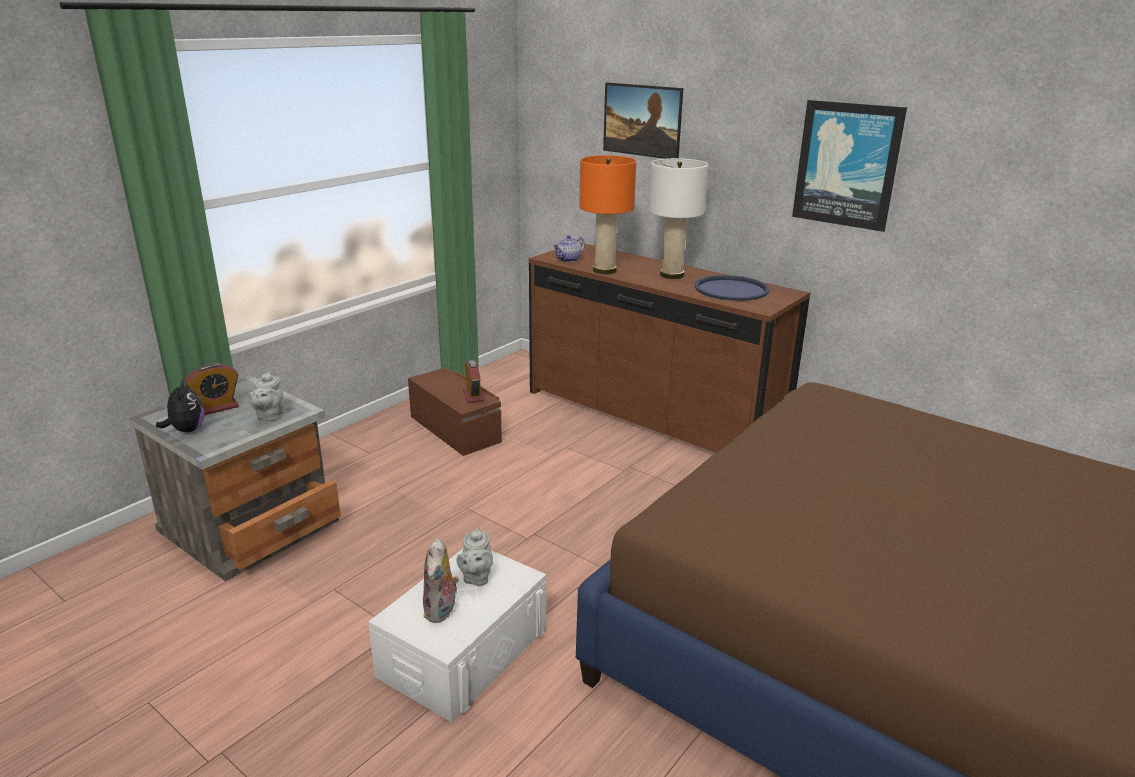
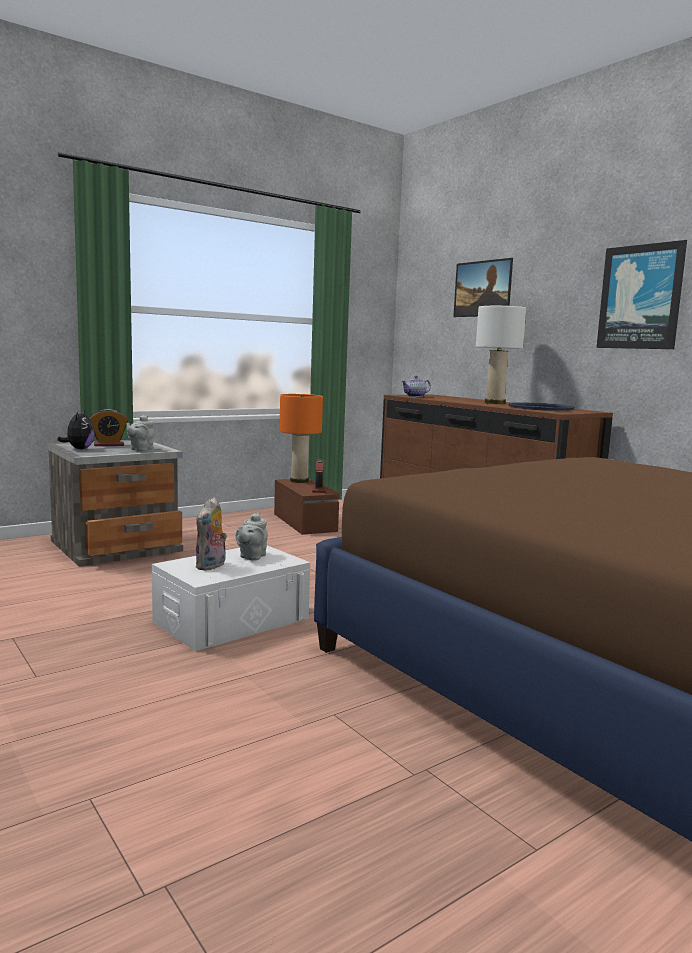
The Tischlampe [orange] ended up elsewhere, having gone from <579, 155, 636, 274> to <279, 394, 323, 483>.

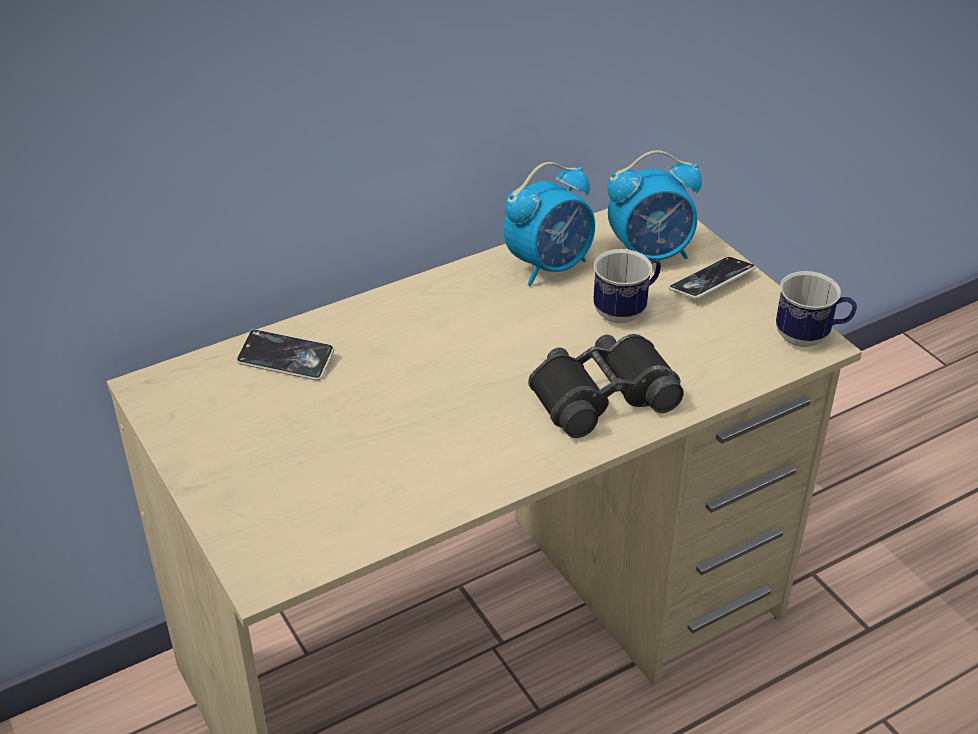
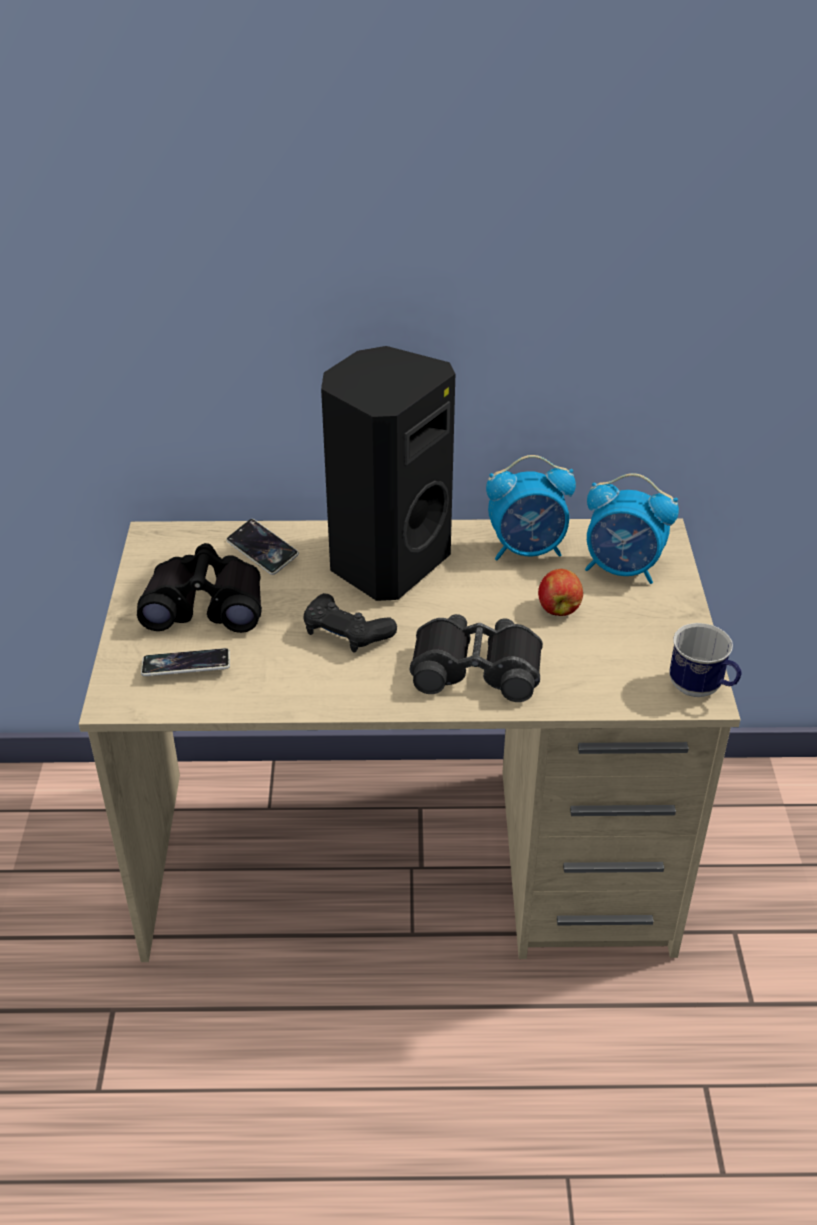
The second view gained the Fernglas [schwarz] at <137, 543, 262, 633>.
The Handy ended up elsewhere, having gone from <669, 257, 756, 299> to <141, 648, 230, 676>.
The second view gained the Gamepad [schwarz] at <303, 593, 397, 653>.
The second view gained the Lautsprecher [schwarz] at <321, 346, 455, 601>.
Where the Henkelbecher stood at <593, 249, 661, 324>, the Apfel came to stand at <538, 569, 583, 616>.

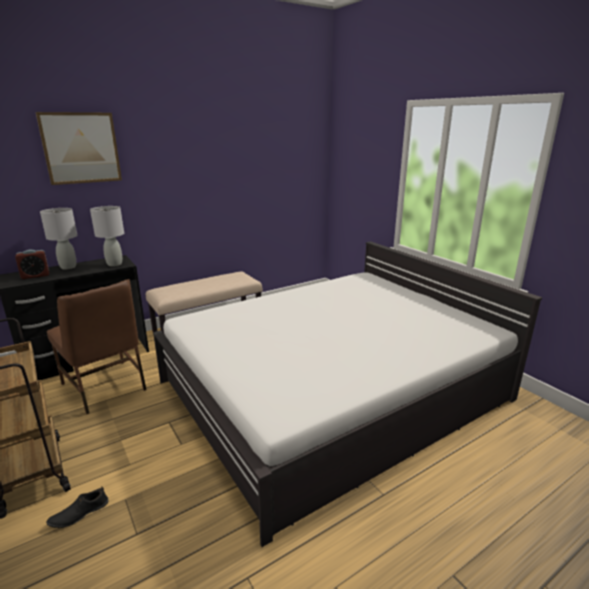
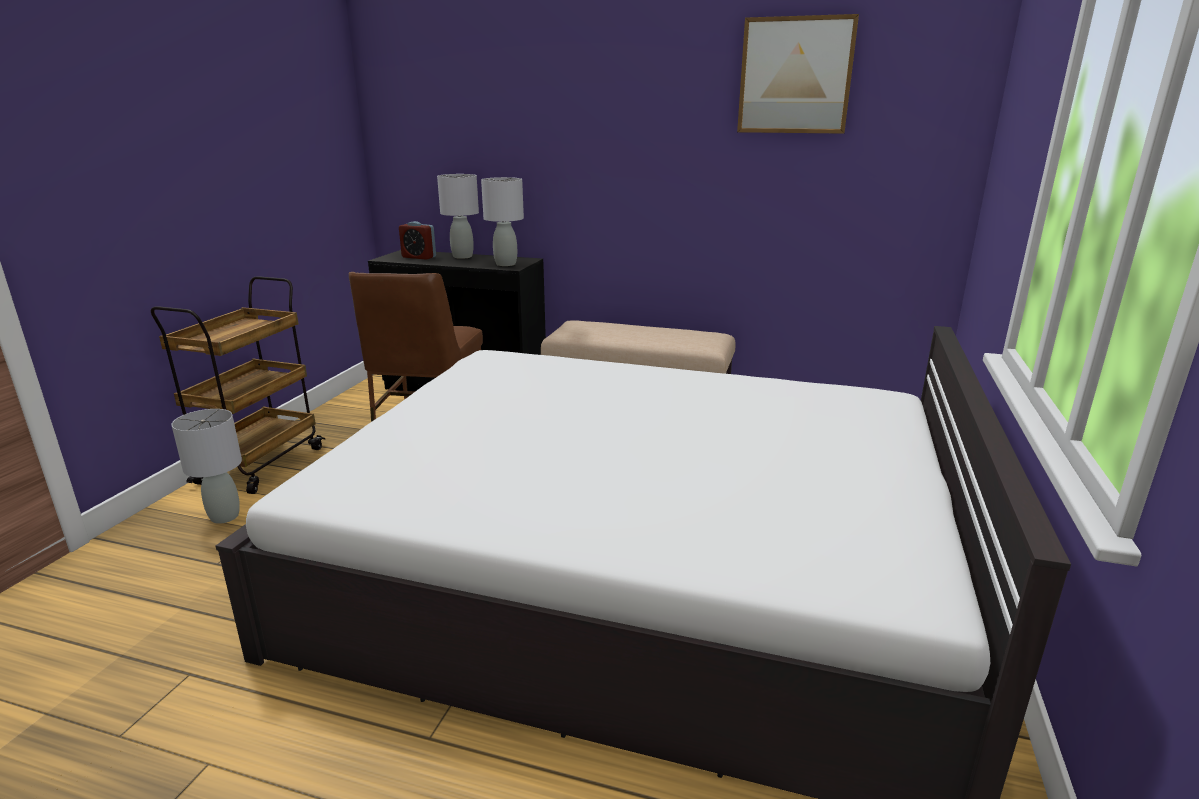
Where the Schuh [schwarz] stood at <46, 486, 109, 528>, the Tischlampe [grau] came to stand at <171, 409, 242, 524>.
The Bild ended up elsewhere, having gone from <36, 112, 122, 185> to <737, 14, 859, 134>.

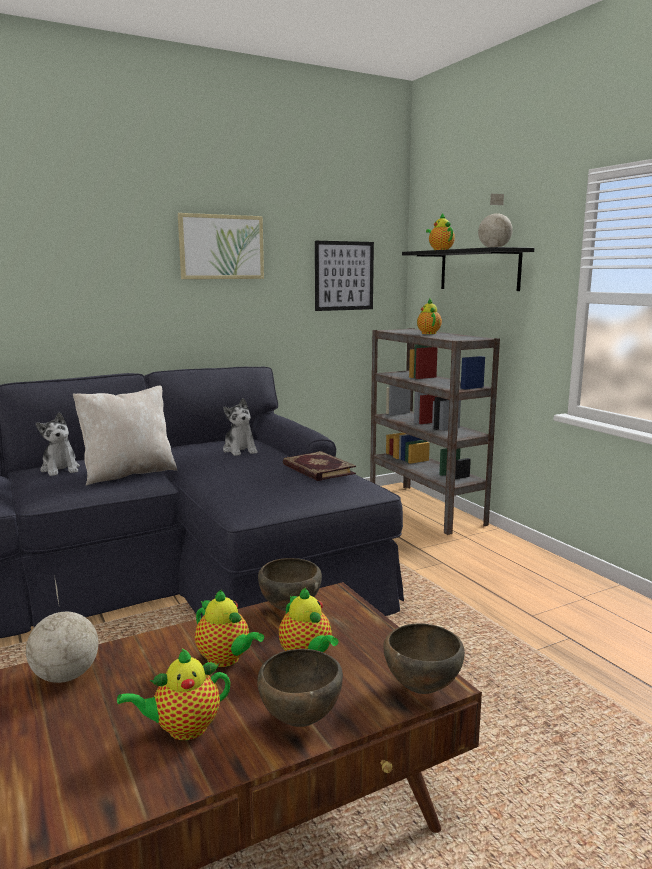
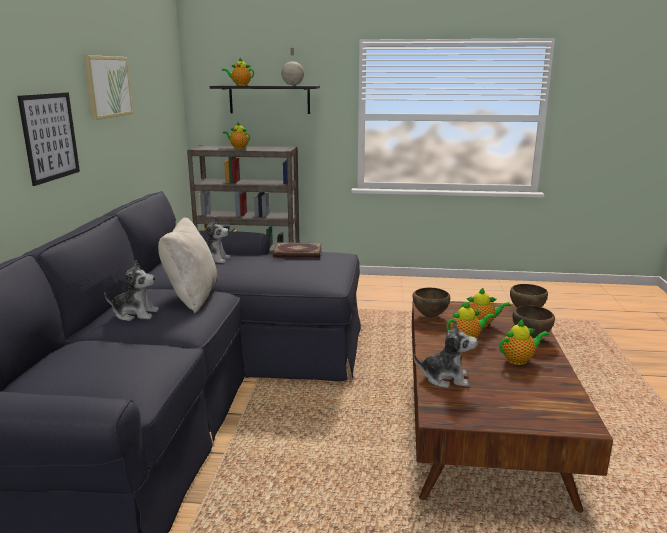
The Bild ended up elsewhere, having gone from <315, 241, 374, 311> to <18, 92, 80, 186>.
Where the Globus stood at <26, 580, 98, 683>, the Plüschtier came to stand at <414, 320, 477, 388>.
The Teekanne at <117, 648, 230, 740> ended up facing another way, 120 degrees counterclockwise from before.

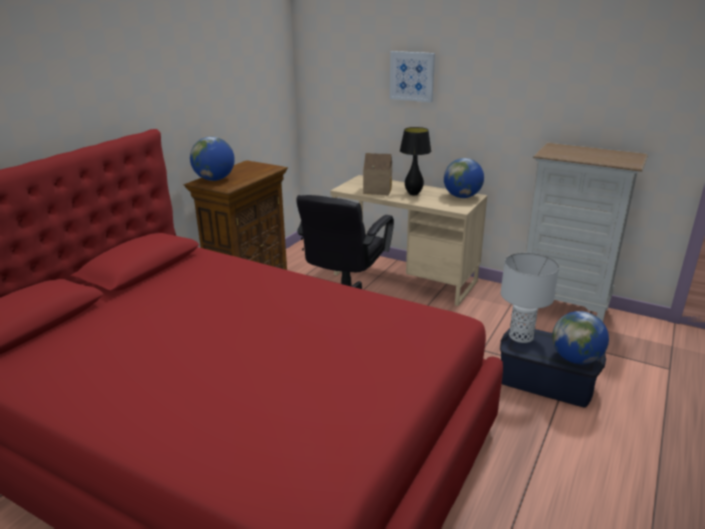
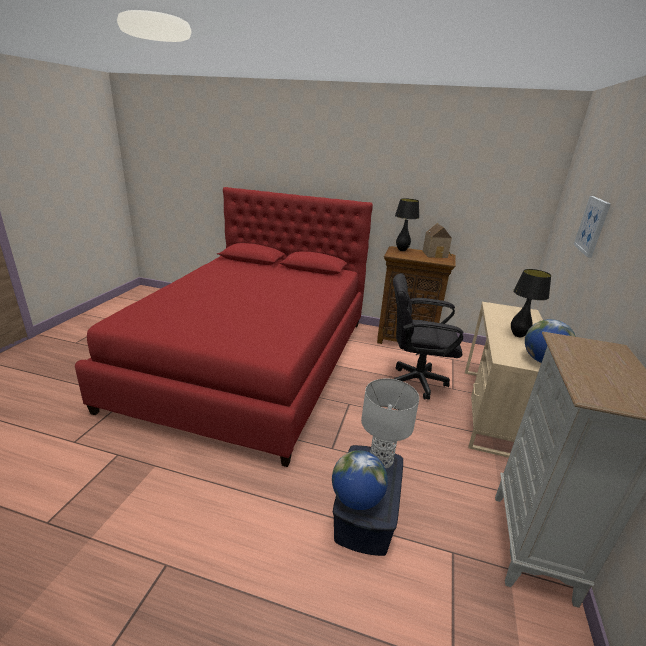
Where the Globus stood at <190, 137, 235, 181>, the Tischlampe [schwarz] came to stand at <395, 198, 419, 251>.
The Spielzeughaus ended up elsewhere, having gone from <363, 153, 392, 195> to <423, 223, 452, 258>.

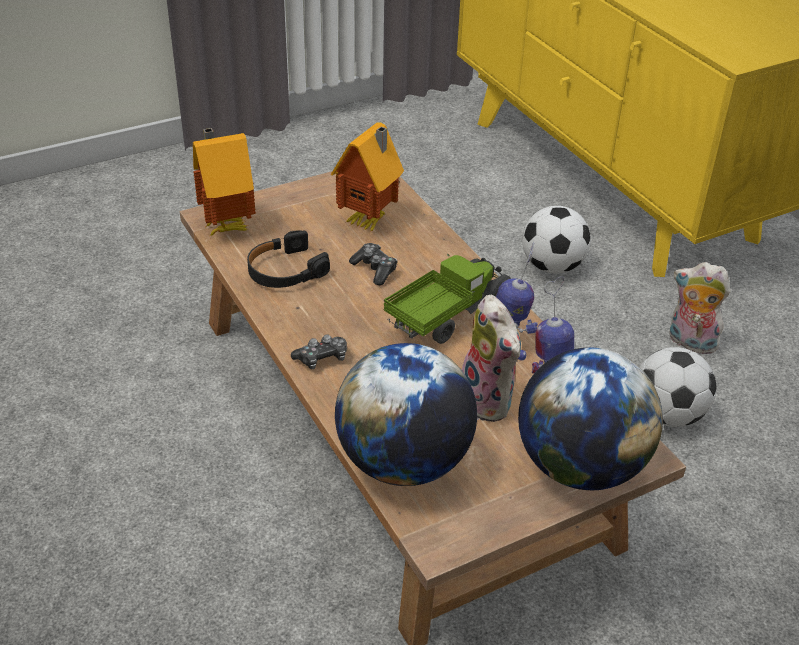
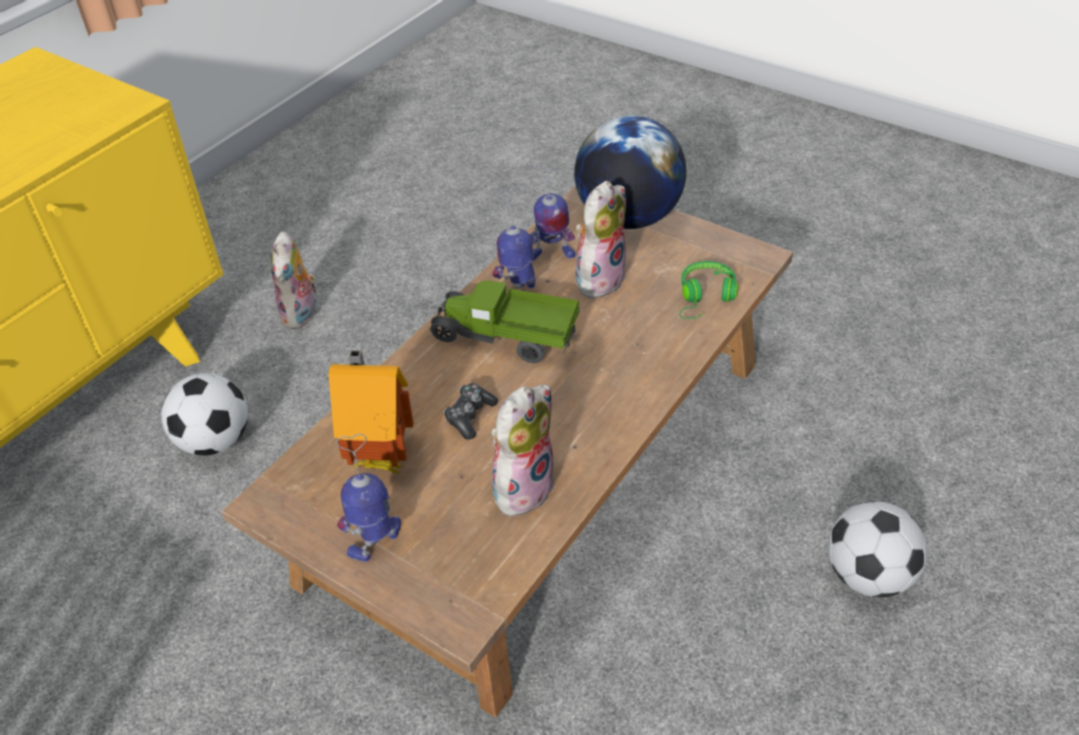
The second view gained the Spielzeugroboter at <336, 434, 401, 562>.
Where the Kopfhörer [schwarz] stood at <247, 230, 330, 288>, the Plüschtier came to stand at <491, 385, 555, 522>.
Where the Globus stood at <335, 343, 477, 486>, the Kopfhörer [grün] came to stand at <679, 261, 738, 319>.
The Fußball ended up elsewhere, having gone from <640, 347, 716, 427> to <828, 501, 927, 597>.
The second view lost the Spielzeughaus at <193, 128, 256, 235>.
The second view lost the Gamepad at <291, 334, 347, 369>.

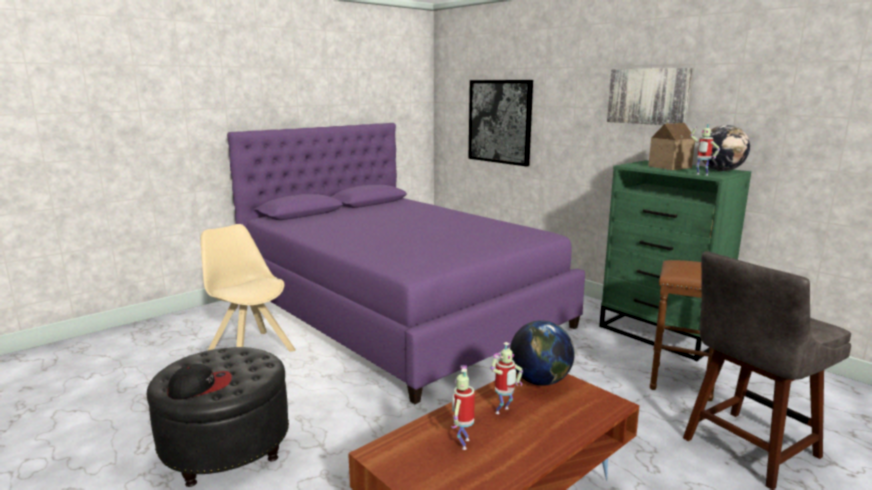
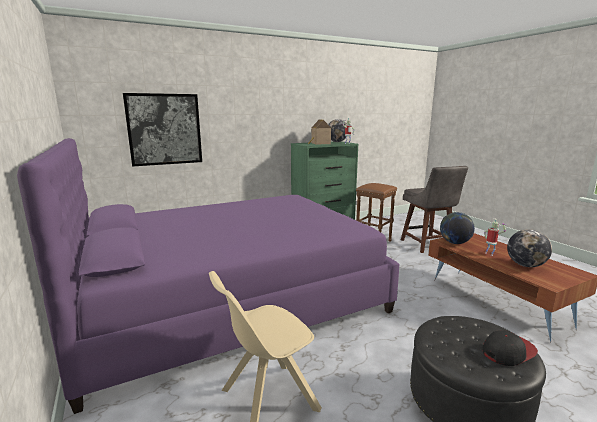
The Kappe at <167, 364, 232, 400> ended up facing another way, 75 degrees clockwise from before.
Where the Spielzeugroboter stood at <451, 365, 475, 450>, the Globus came to stand at <507, 229, 552, 267>.
The second view lost the Bild at <607, 68, 693, 125>.

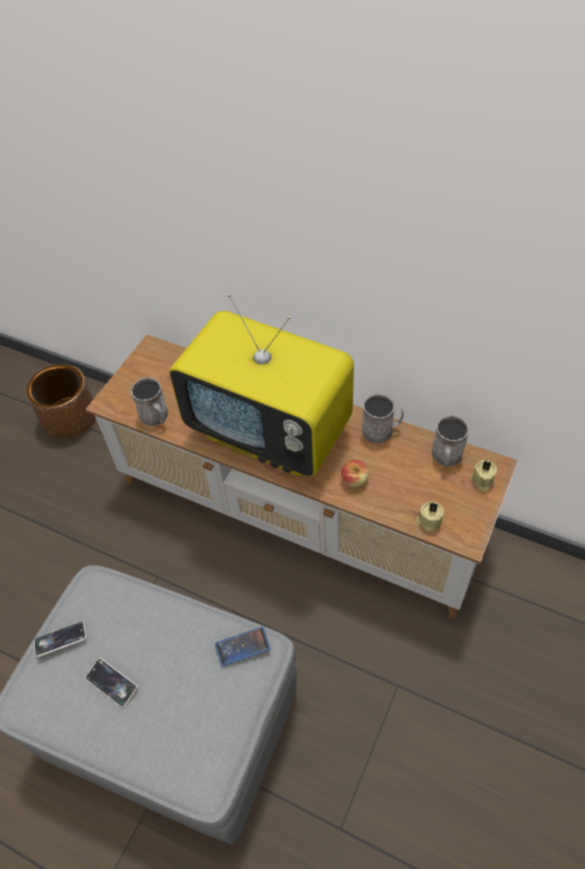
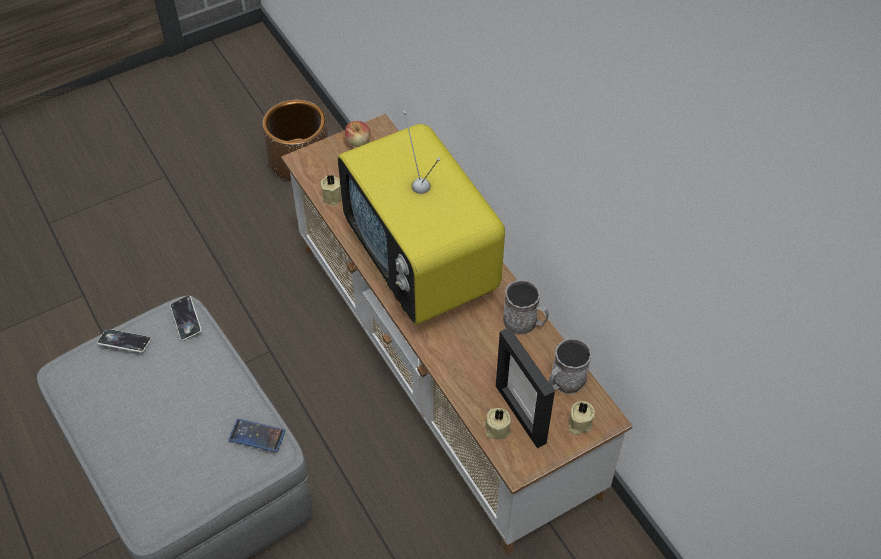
The Handy ended up elsewhere, having gone from <86, 658, 137, 708> to <170, 295, 202, 341>.
Where the Henkelbecher [grau] stood at <131, 378, 168, 426>, the Kerze [beige] came to stand at <321, 175, 342, 205>.
The Apfel ended up elsewhere, having gone from <341, 460, 369, 488> to <345, 121, 371, 147>.
The second view gained the Bilderrahmen at <496, 327, 555, 448>.

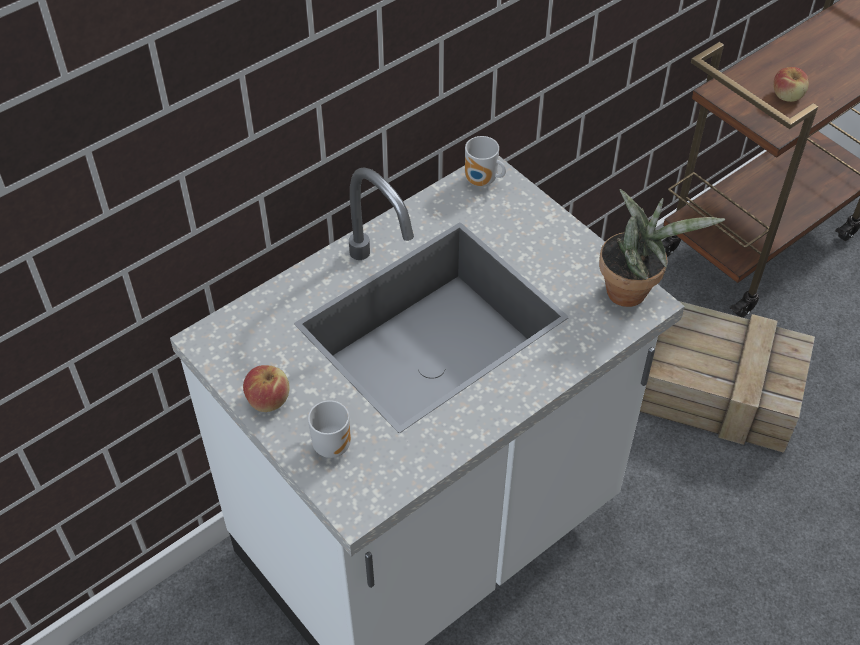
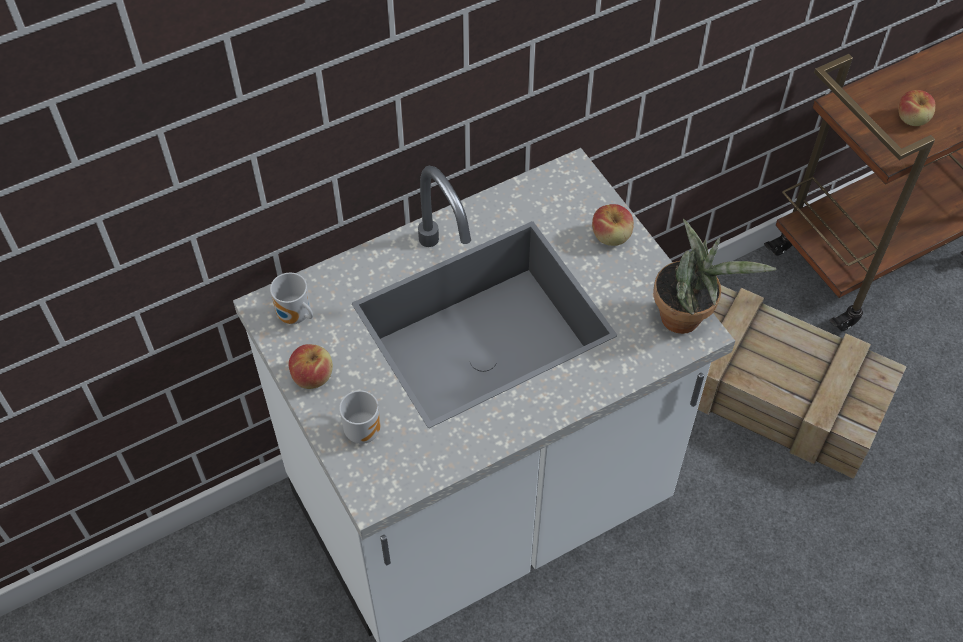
The Henkelbecher ended up elsewhere, having gone from <465, 136, 506, 186> to <270, 273, 313, 324>.
The second view gained the Apfel at <592, 204, 634, 246>.

